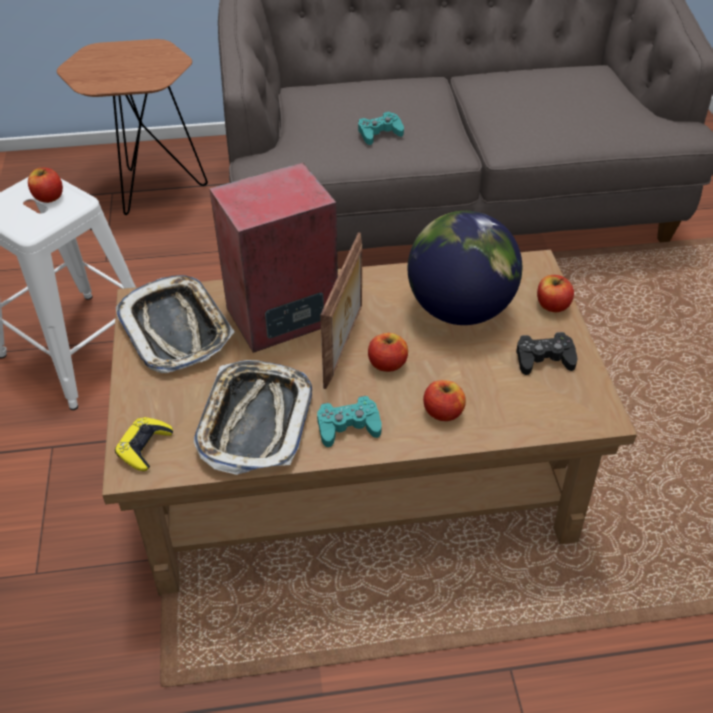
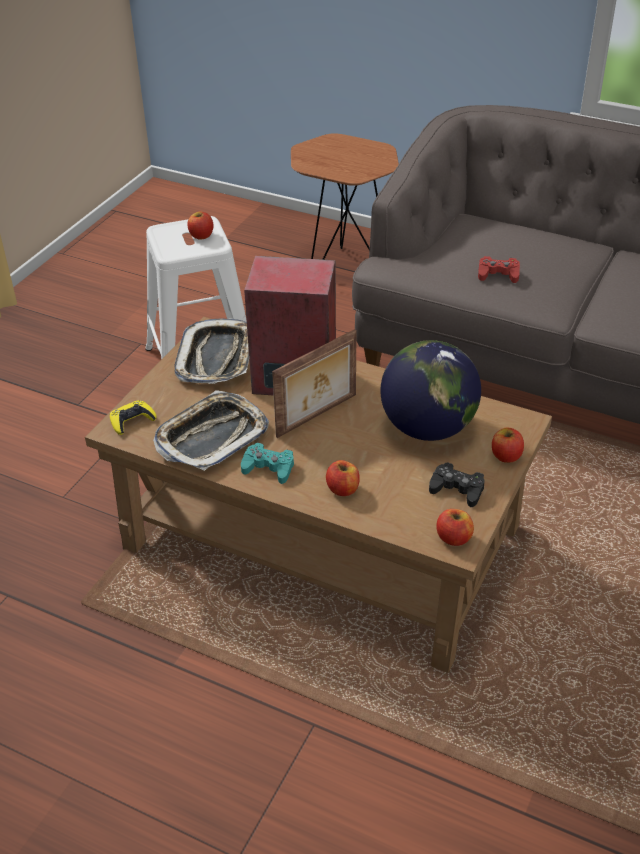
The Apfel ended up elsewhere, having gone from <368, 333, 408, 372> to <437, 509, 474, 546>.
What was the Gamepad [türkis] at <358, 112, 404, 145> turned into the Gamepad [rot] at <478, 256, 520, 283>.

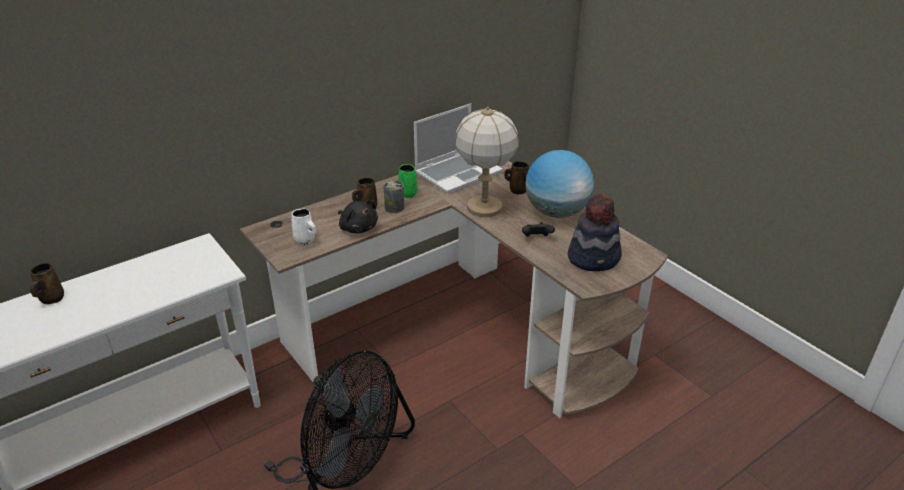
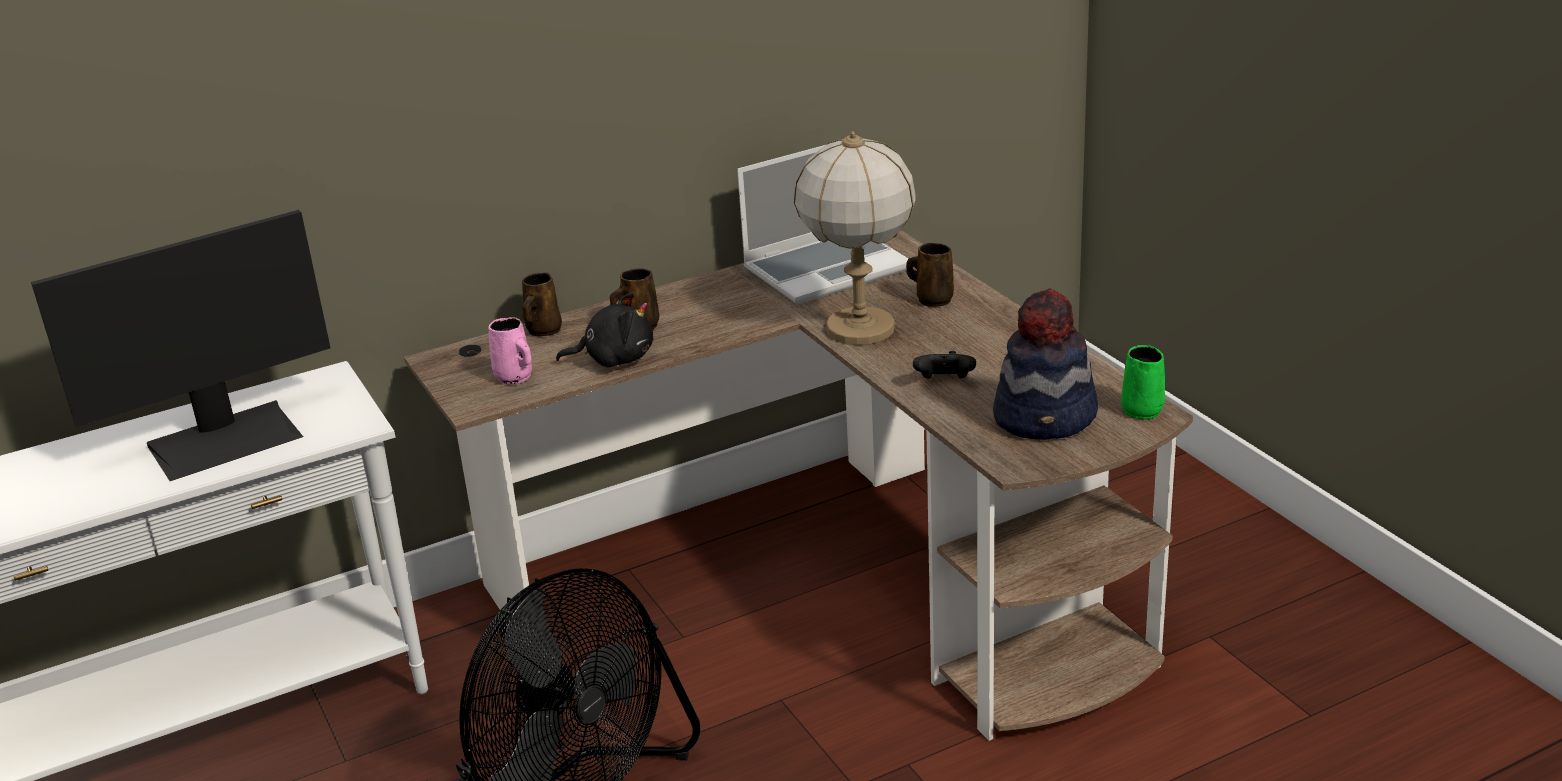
The second view gained the Monitor at <31, 210, 331, 481>.
What was the Henkelbecher [weiß] at <291, 208, 316, 245> turned into the Henkelbecher [rosa] at <488, 317, 532, 385>.
The Henkelbecher [braun] ended up elsewhere, having gone from <30, 263, 64, 304> to <522, 272, 562, 336>.
The Plüschtier [schwarz] at <338, 200, 378, 233> ended up facing another way, 60 degrees counterclockwise from before.
The Henkelbecher [grün] ended up elsewhere, having gone from <398, 164, 418, 198> to <1121, 345, 1165, 419>.
The second view lost the Dose at <384, 180, 404, 213>.
The second view lost the Globus at <525, 150, 594, 218>.

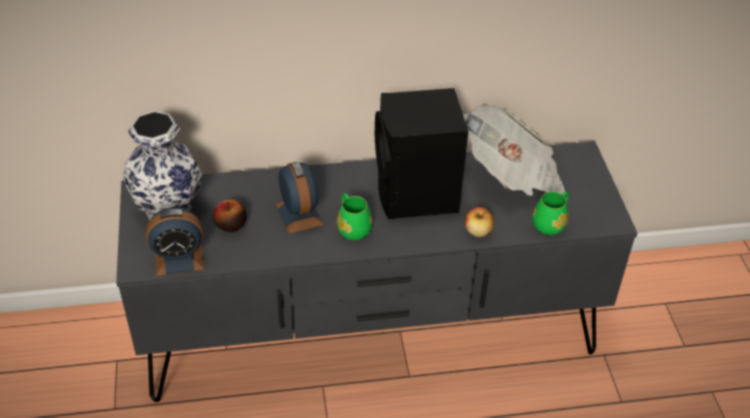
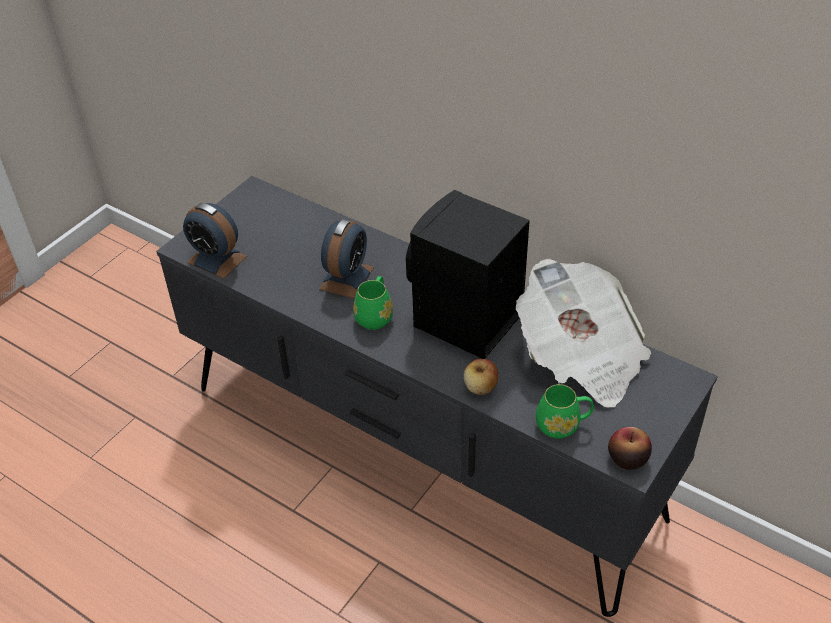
The Apfel ended up elsewhere, having gone from <213, 199, 247, 232> to <608, 427, 652, 470>.
The second view lost the Vase at <123, 111, 202, 220>.

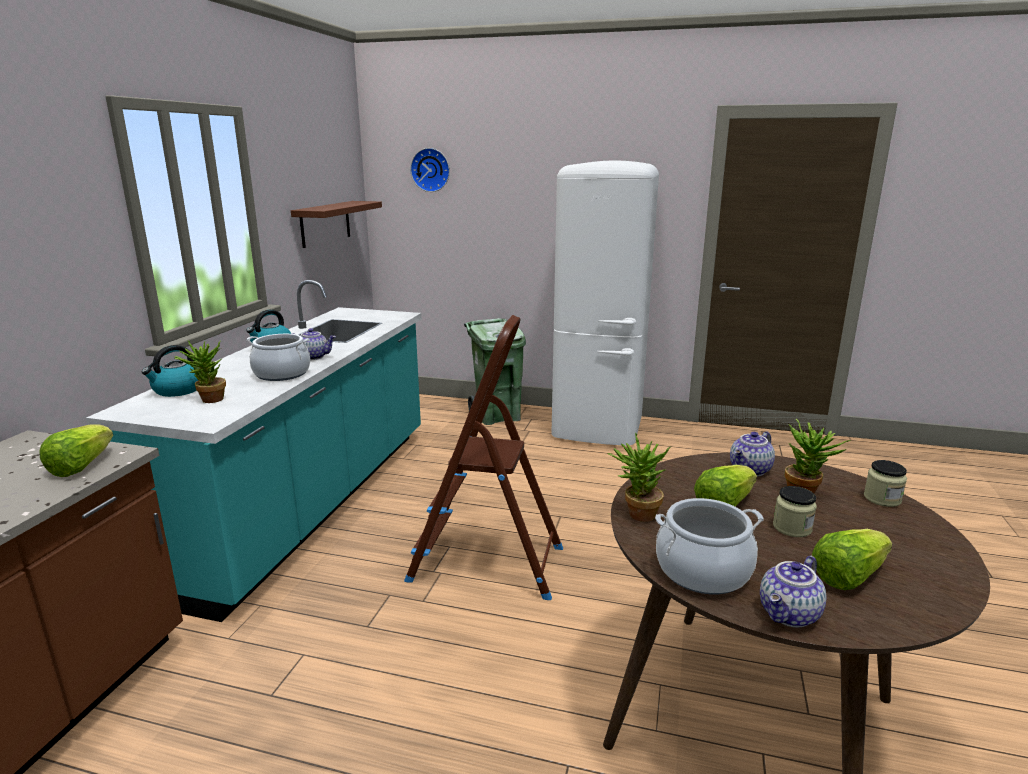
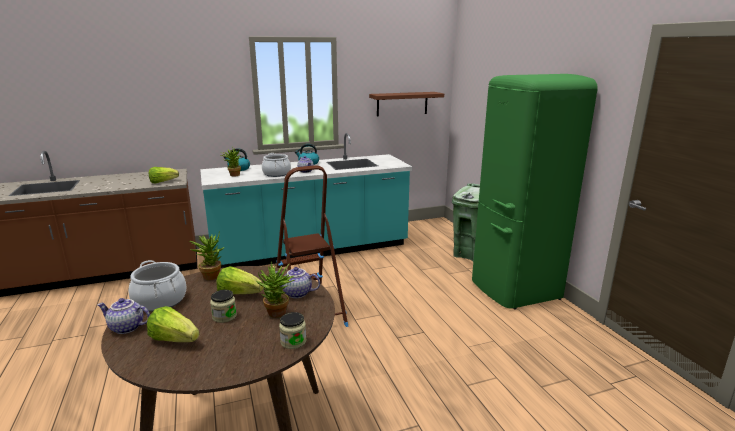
What was the Kühlschrank [weiß] at <551, 161, 659, 446> turned into the Kühlschrank [grün] at <472, 74, 598, 310>.
The second view lost the Wanduhr at <410, 148, 450, 192>.

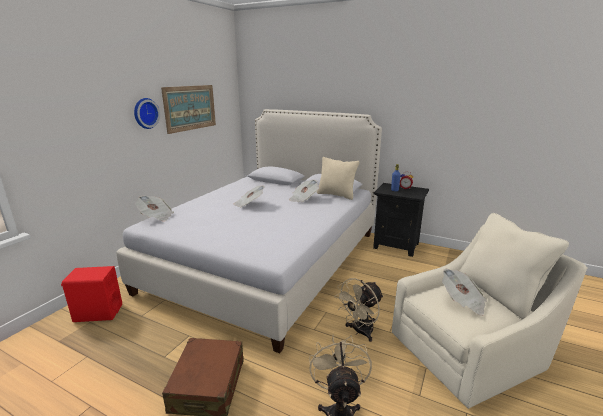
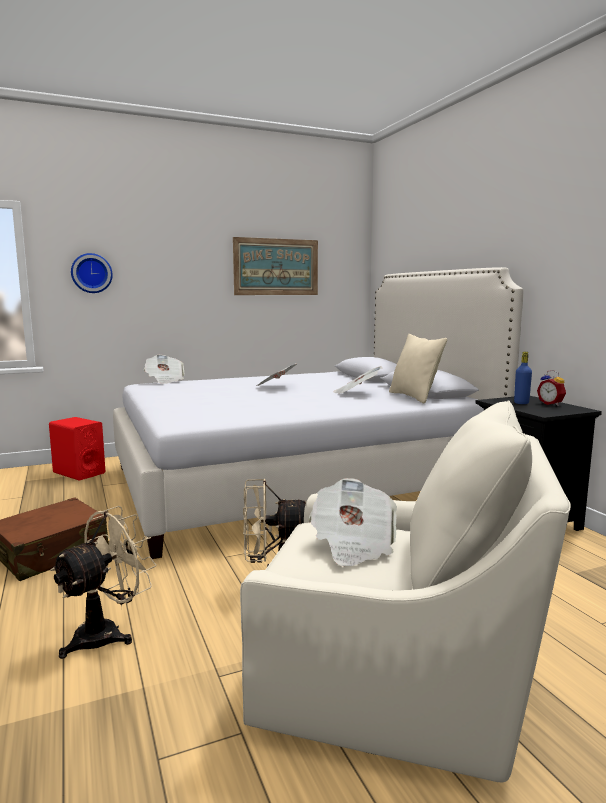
The Wanduhr ended up elsewhere, having gone from <134, 98, 160, 129> to <71, 253, 113, 293>.

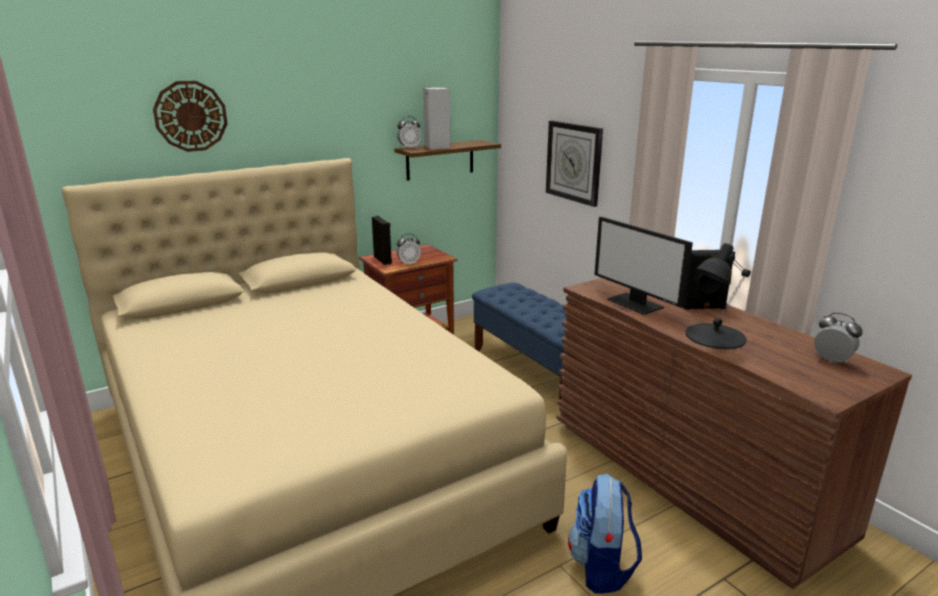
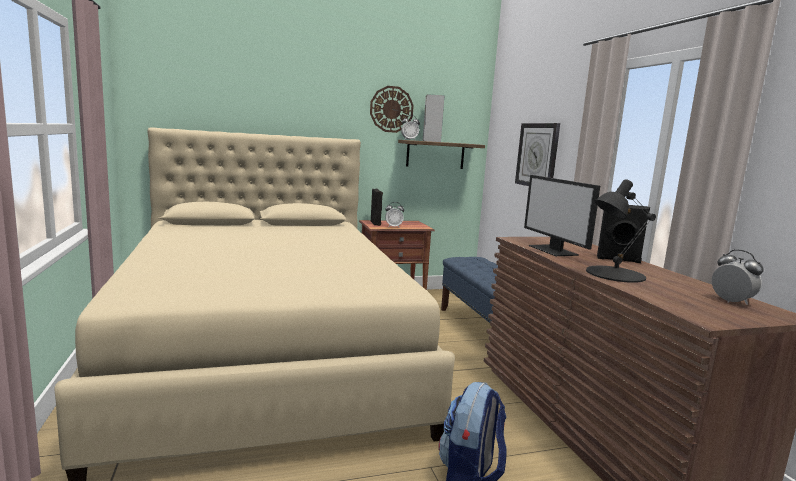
The Wanduhr ended up elsewhere, having gone from <153, 81, 228, 152> to <370, 86, 414, 133>.

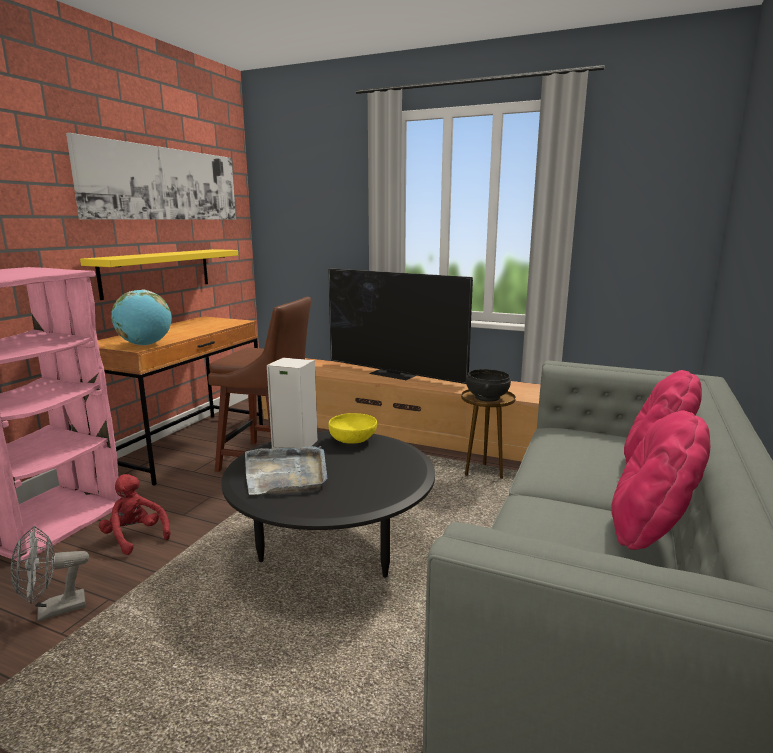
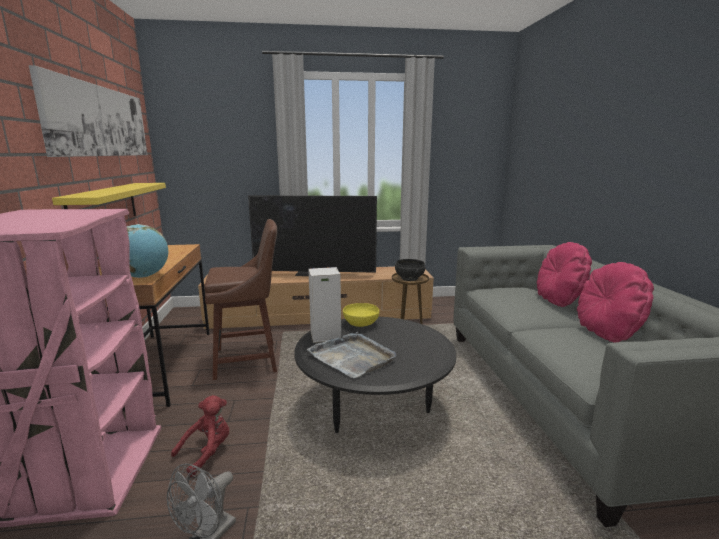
The Plüschtier [rot] at <99, 474, 170, 555> ended up facing another way, 120 degrees clockwise from before.

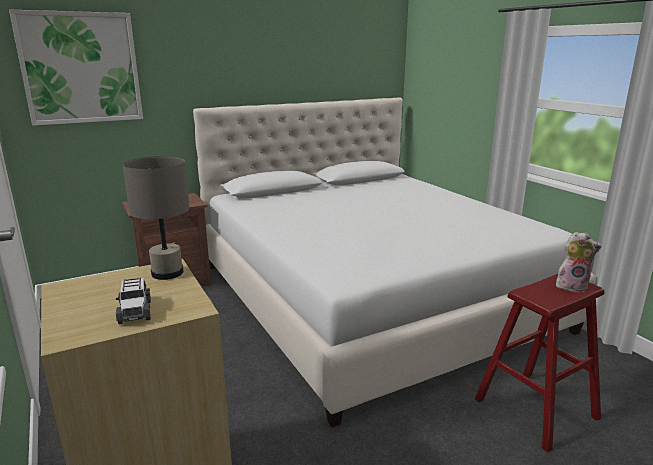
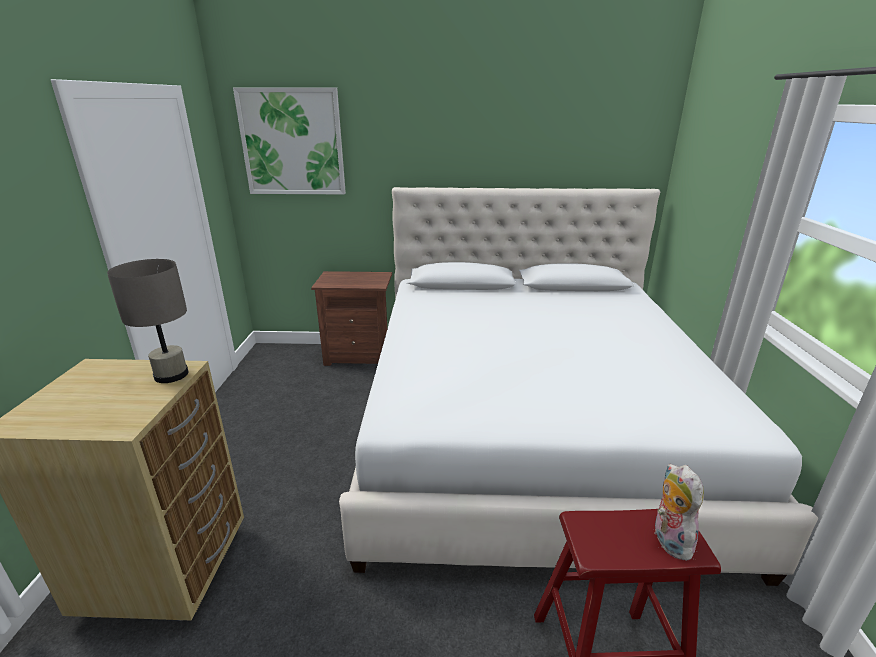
The Plüschtier at <556, 232, 602, 292> ended up facing another way, 135 degrees counterclockwise from before.
The second view lost the Spielzeugauto at <116, 277, 151, 324>.

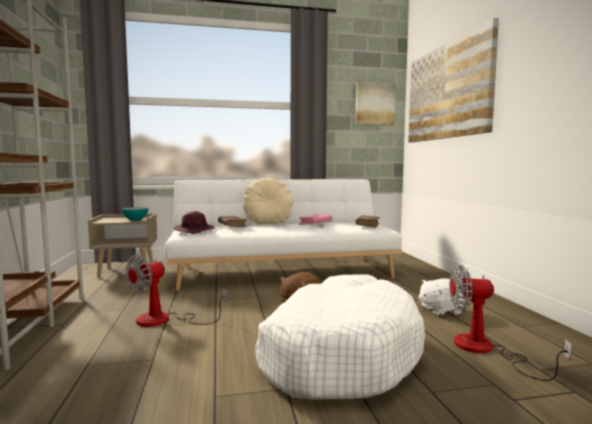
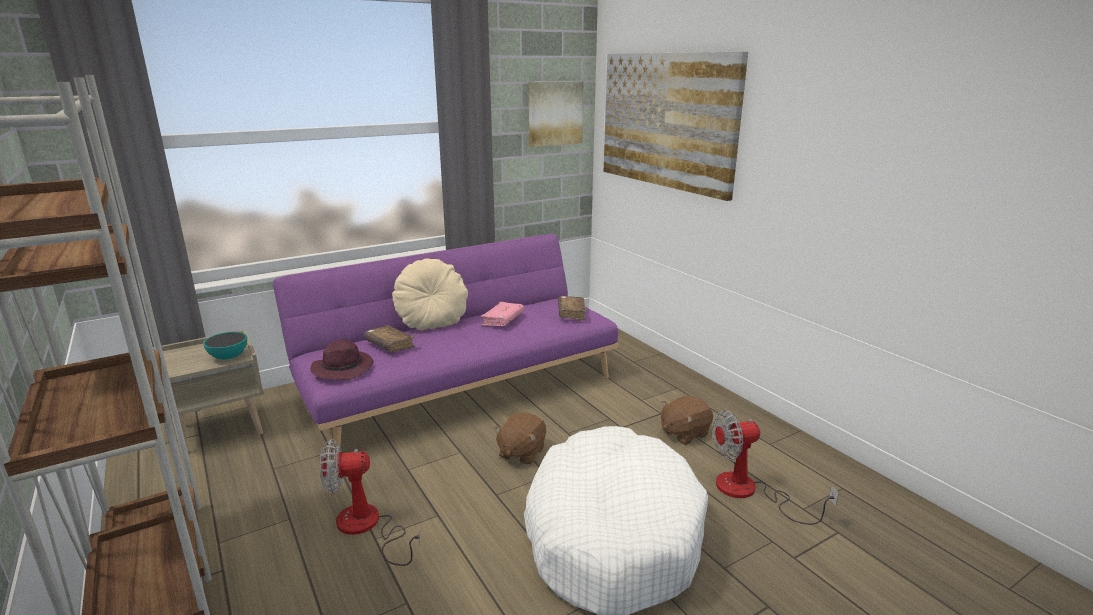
What was the Sofa [weiß] at <165, 179, 402, 291> turned into the Sofa [lila] at <273, 234, 618, 458>.
The Ventilator at <126, 254, 227, 327> ended up facing another way, 60 degrees clockwise from before.
What was the Plüschtier [weiß] at <418, 279, 465, 316> turned into the Plüschtier [braun] at <661, 396, 713, 445>.

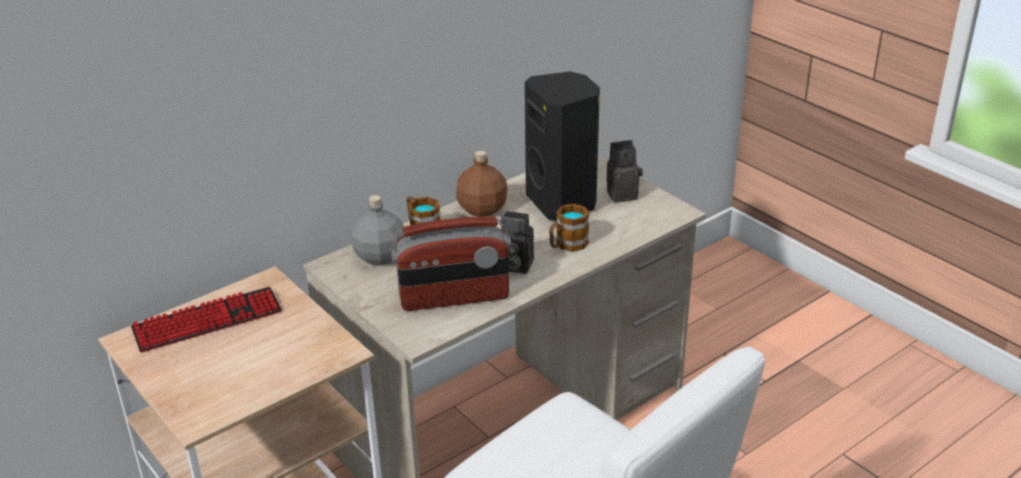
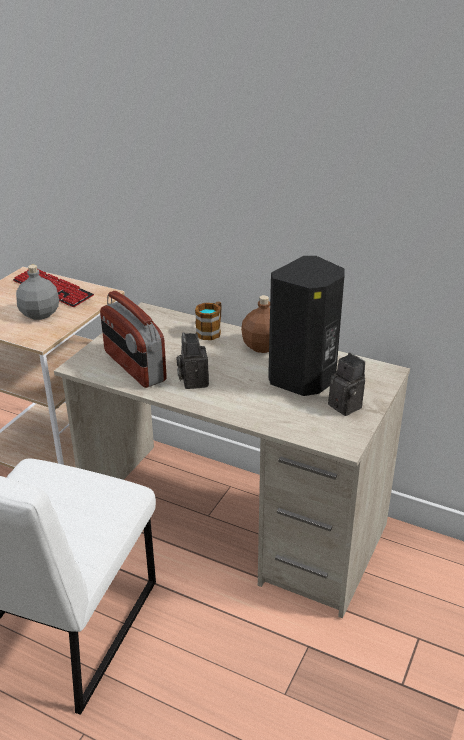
The Flasche [grau] ended up elsewhere, having gone from <351, 195, 404, 265> to <16, 265, 59, 320>.
The second view lost the Henkelbecher at <549, 204, 589, 252>.

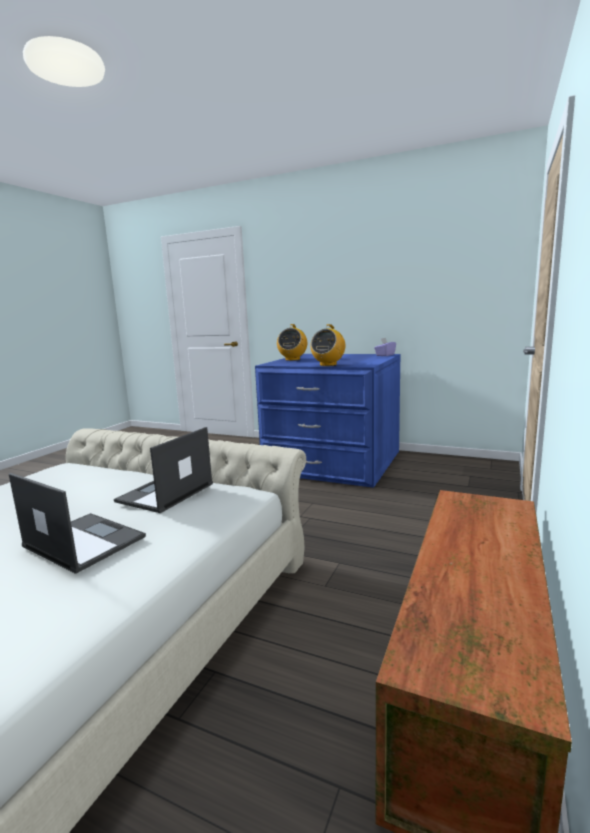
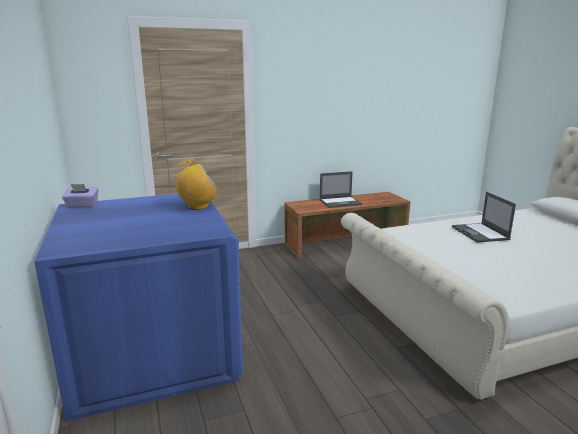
The Laptop ended up elsewhere, having gone from <114, 427, 213, 513> to <319, 171, 362, 208>.
The second view lost the Radio at <277, 324, 307, 361>.

